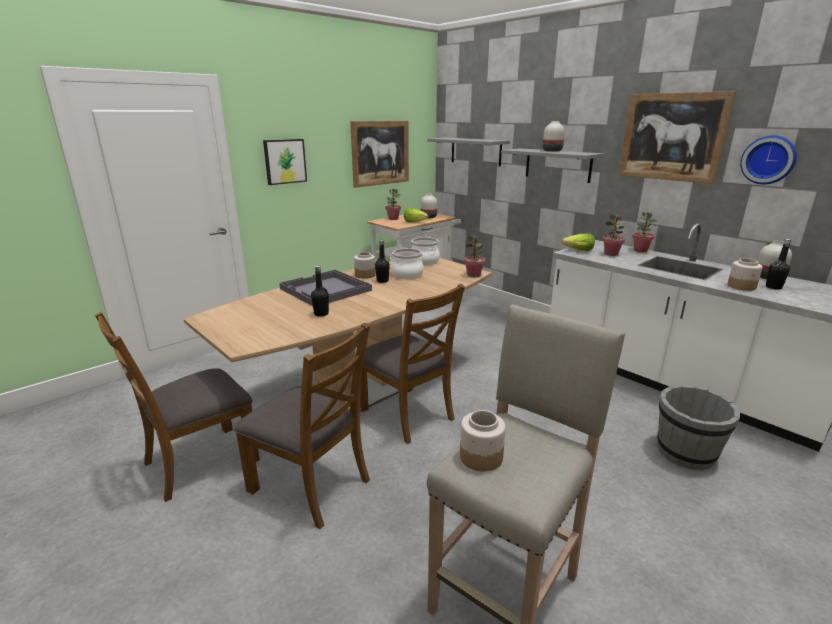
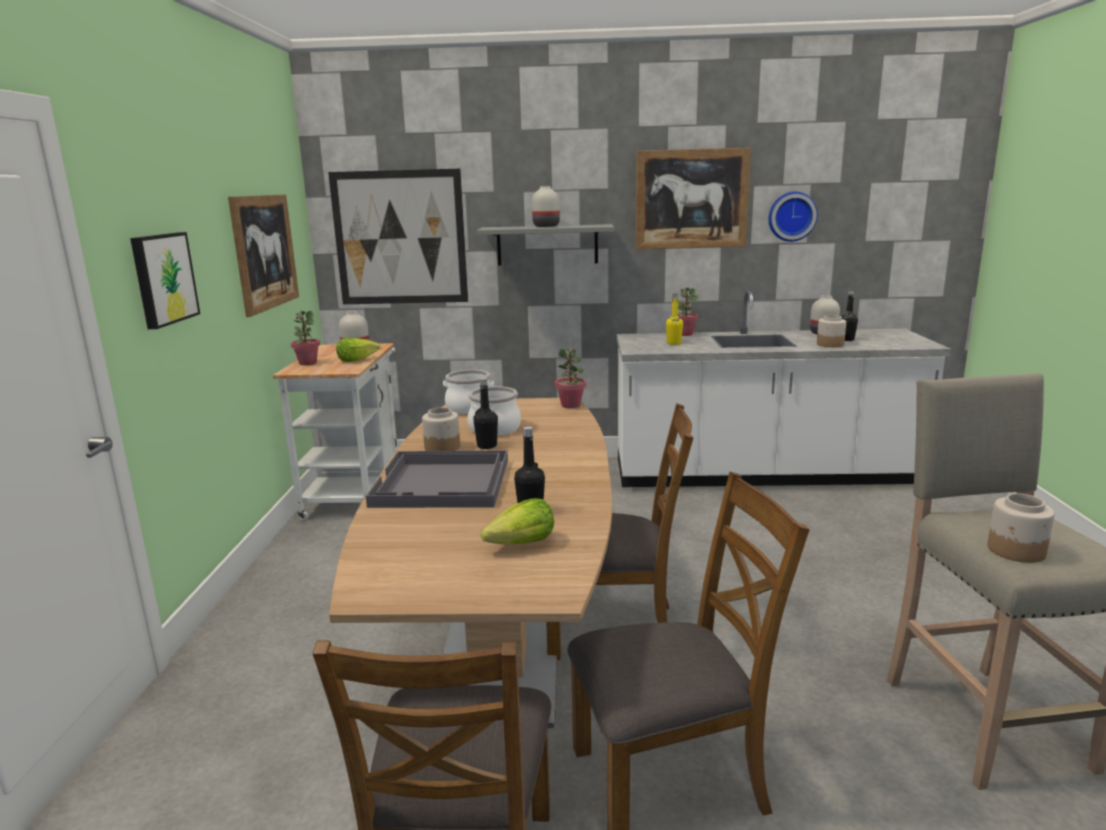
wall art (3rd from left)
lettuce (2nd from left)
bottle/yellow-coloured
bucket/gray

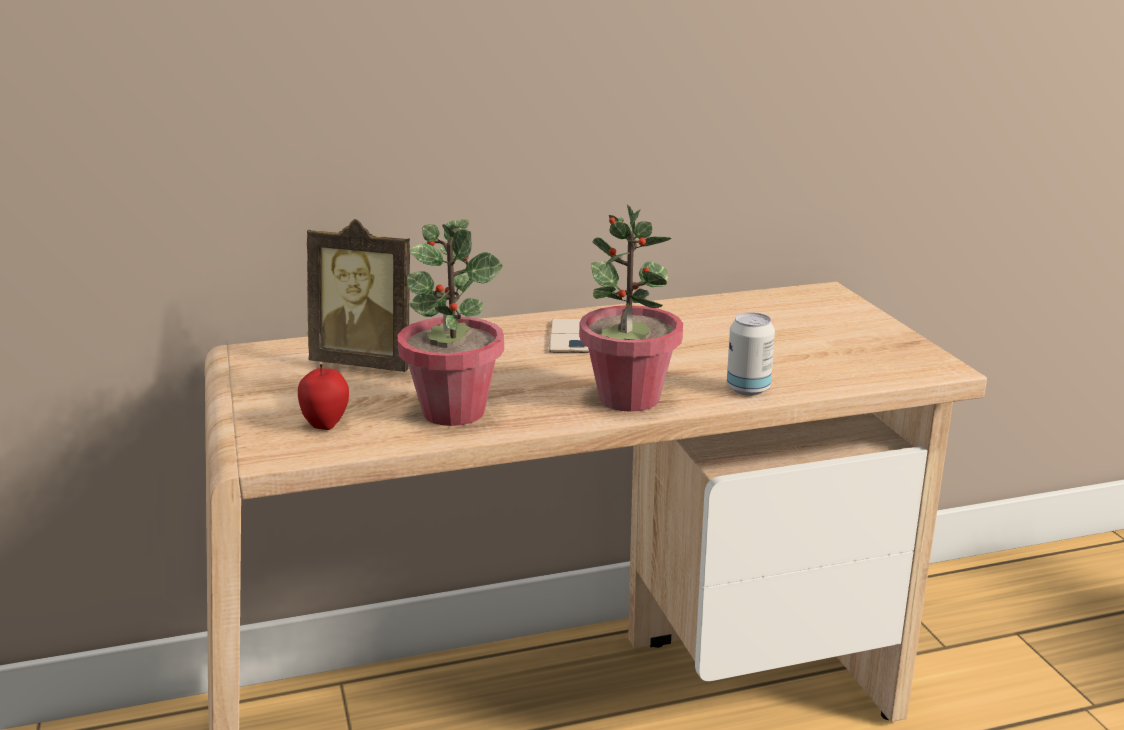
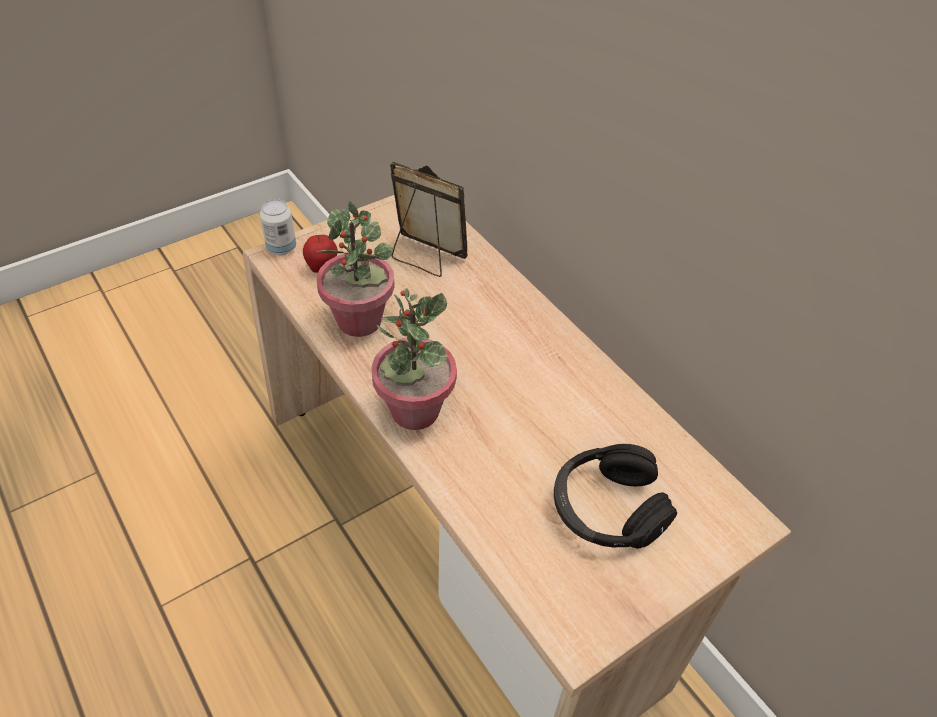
picture frame
telephone
metal can
headphones/black

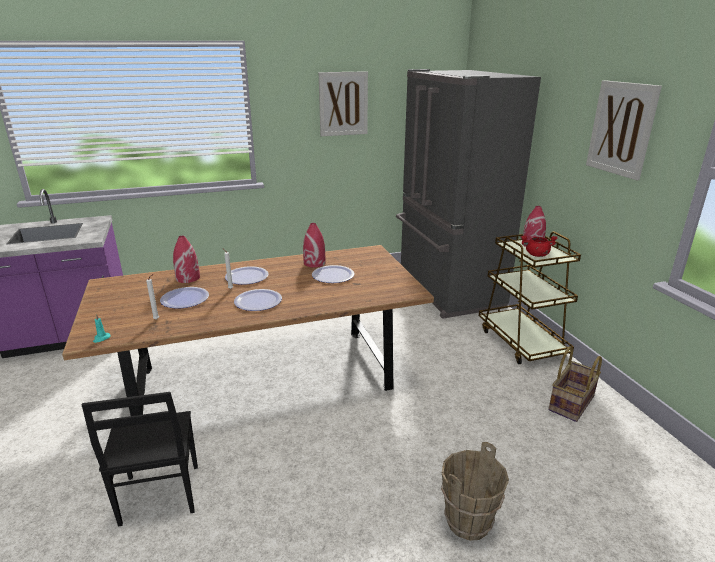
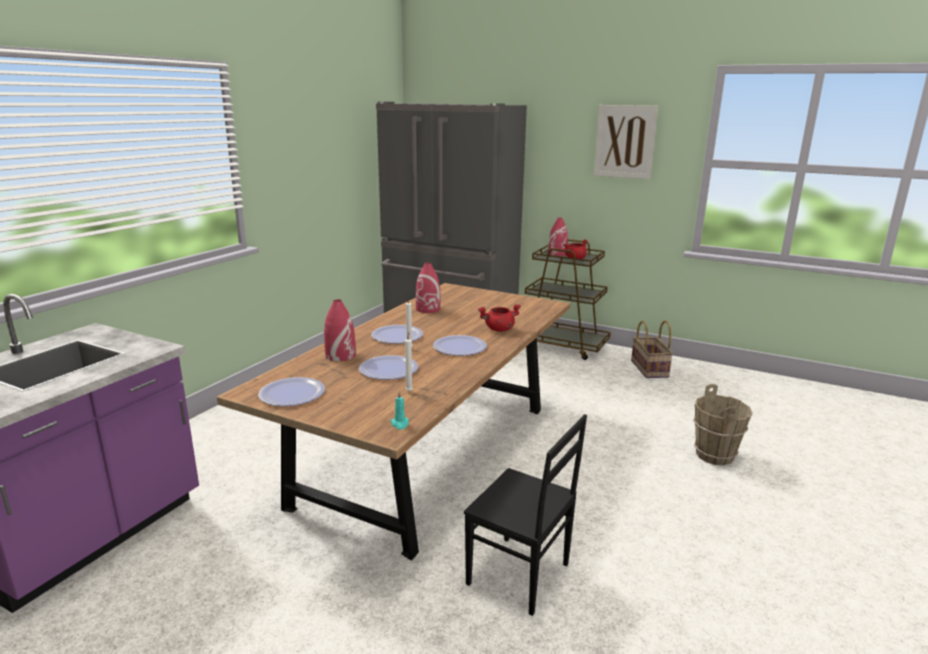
flat dish (1st from left)
wall art (1st from left in the first image)
cooking pot/red-coloured (1st from left)

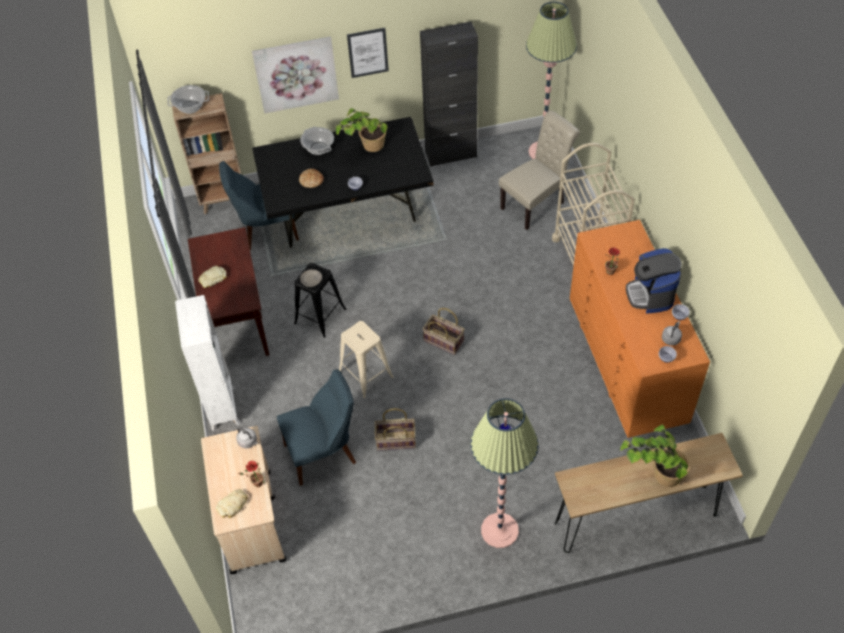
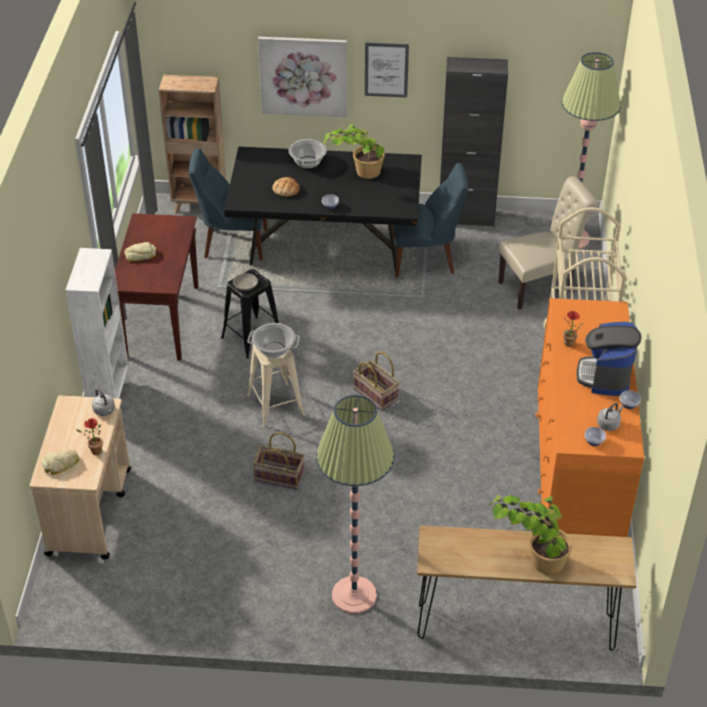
cooking pot (1st from left)
plain chair/blue-coloured (2nd from left)

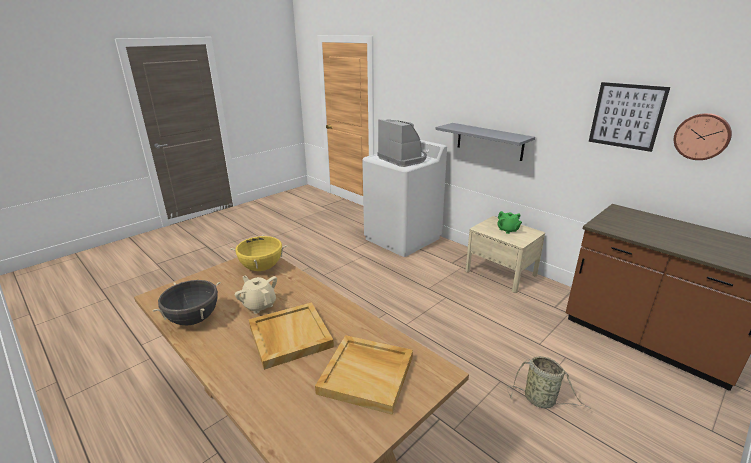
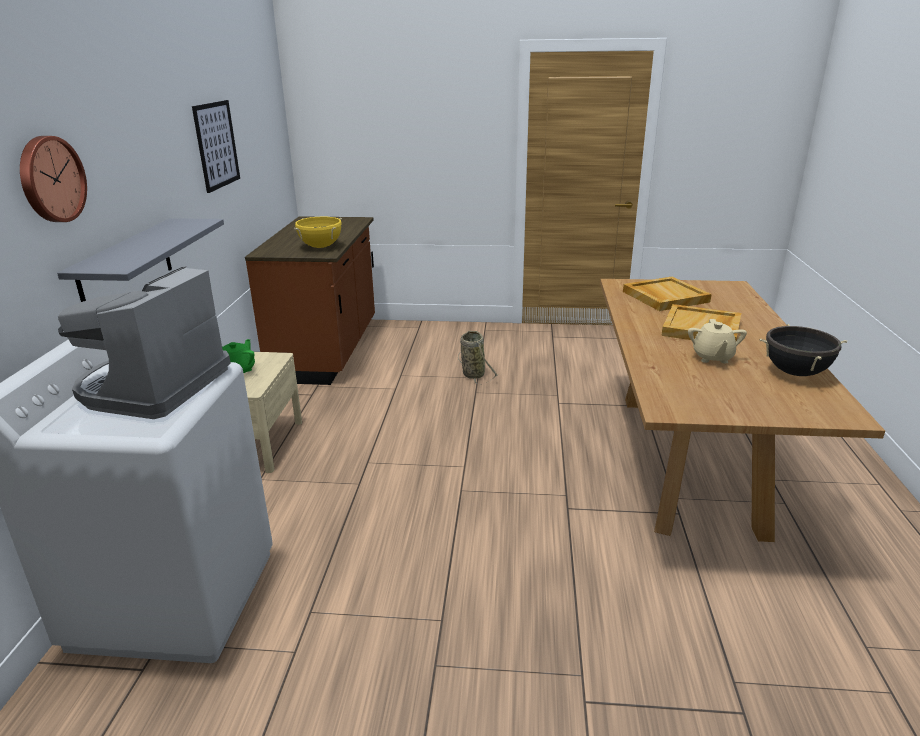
cooking pot/yellow-coloured
clock on the wall

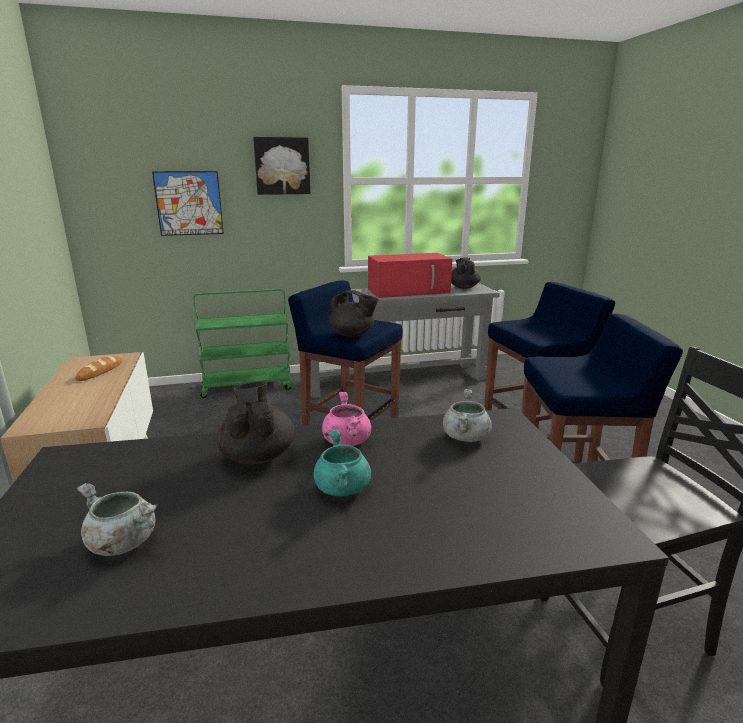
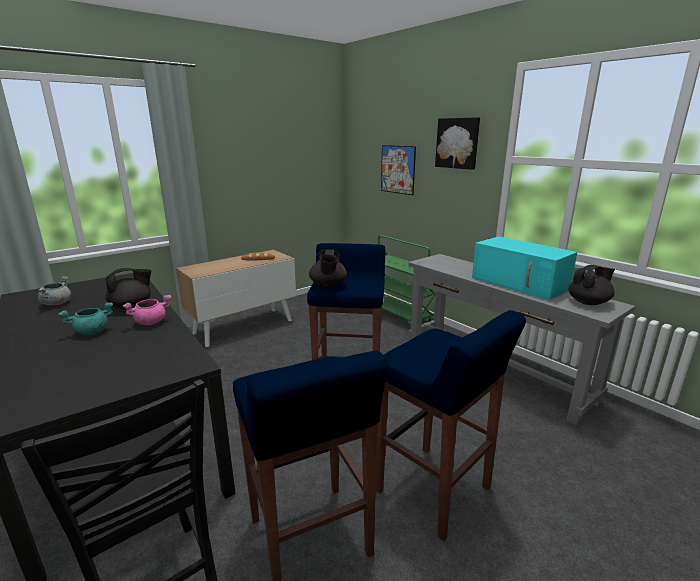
microwave oven/turquoise
cooking pot/gray (2nd from left in the first image)

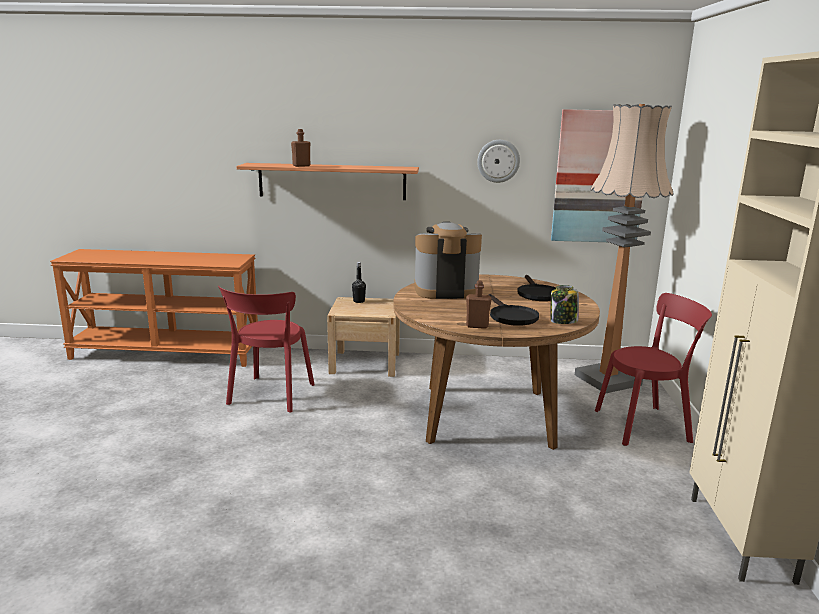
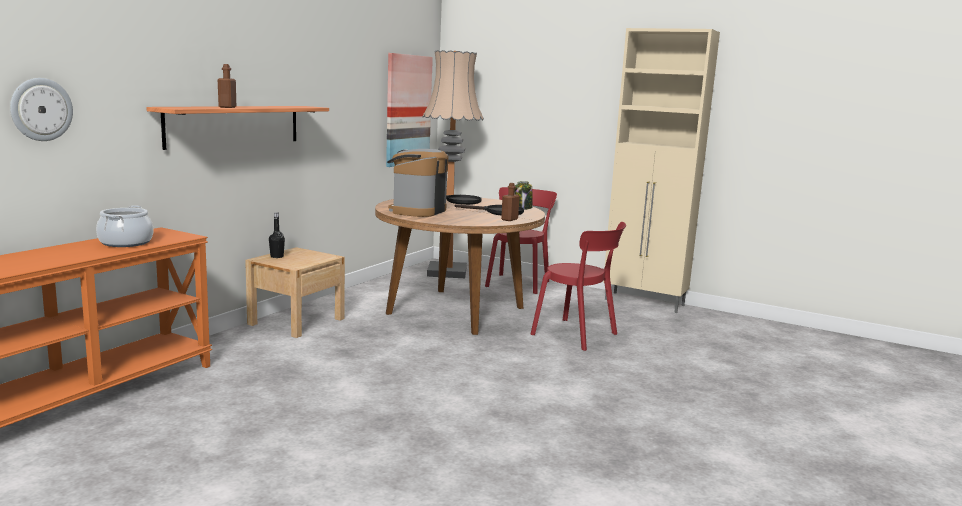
plain chair/red-coloured (2nd from left)
clock on the wall
cooking pot

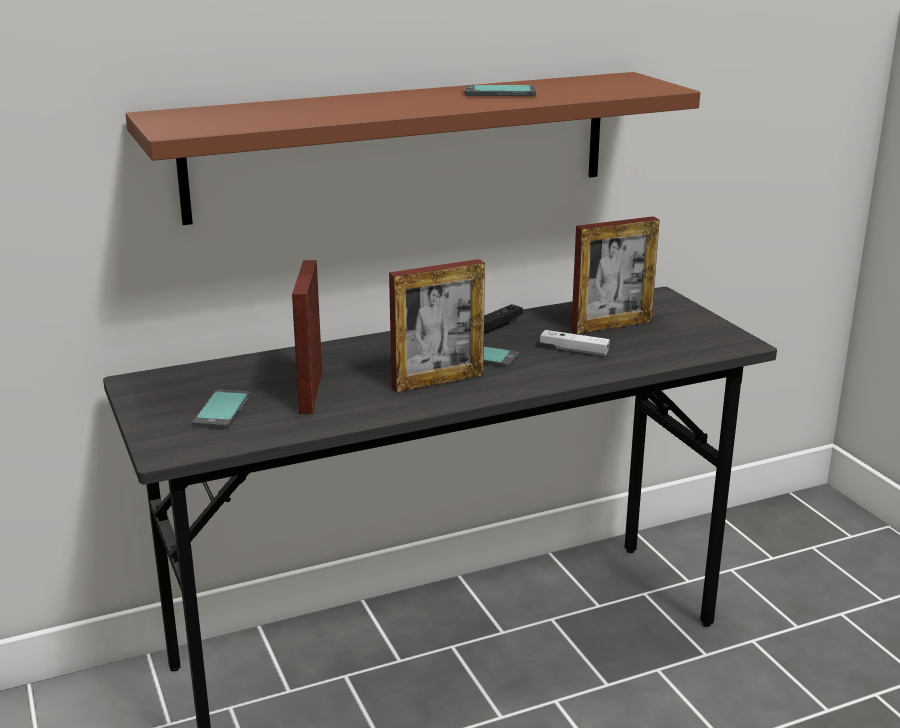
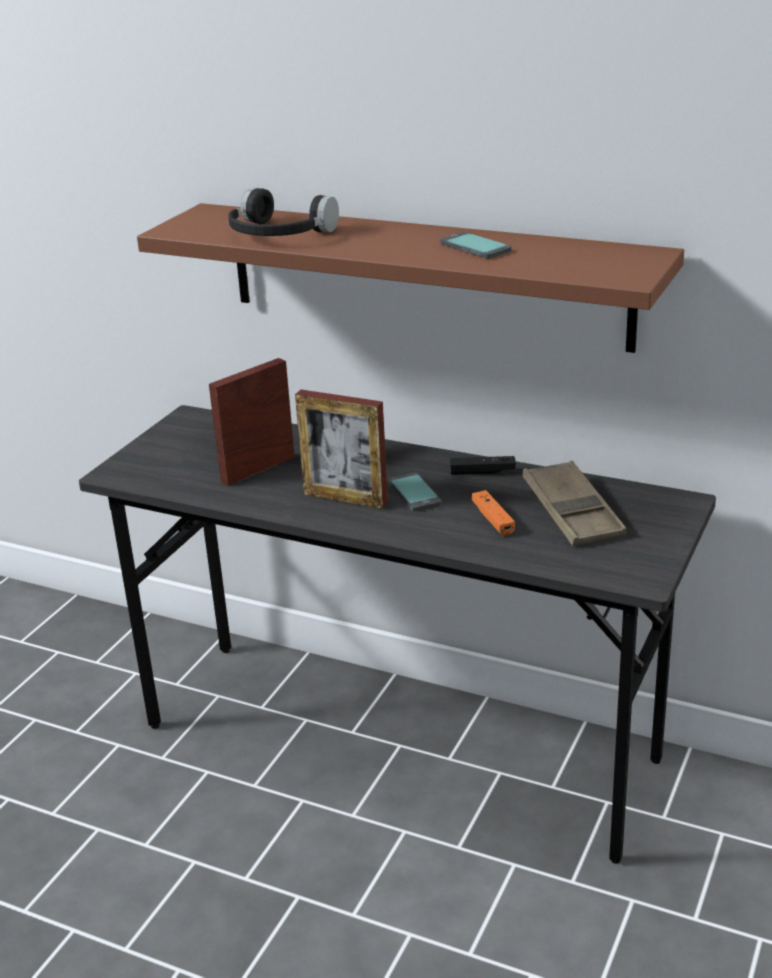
telephone (1st from left in the first image)
game controller/orange-coloured
carrying tray/brown-coloured
headphones/black

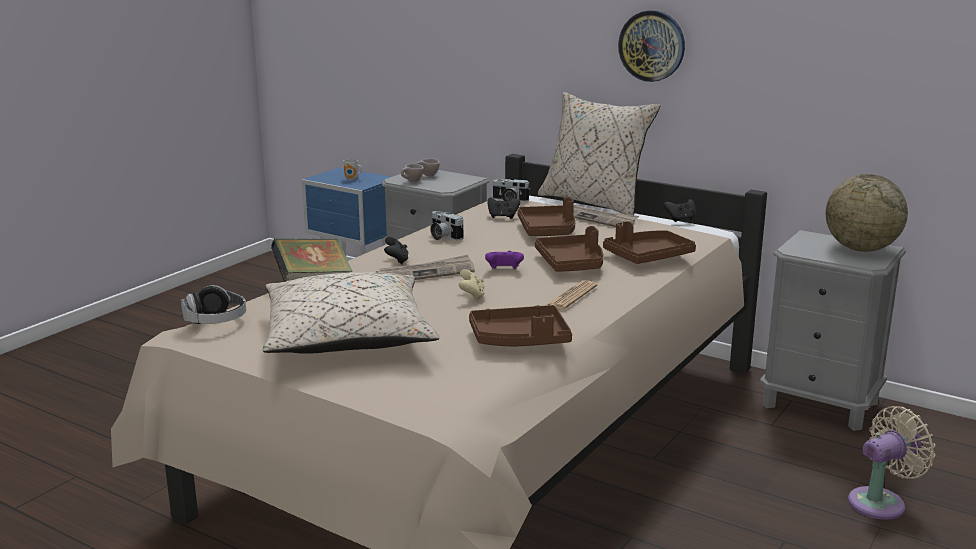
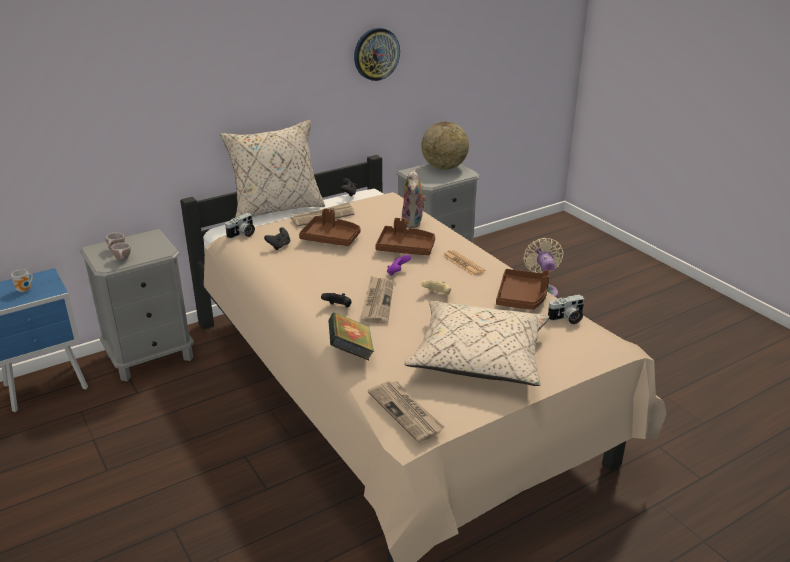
newspaper (3rd from left)
photo camera (2nd from left)
plush toy
clock on the wall

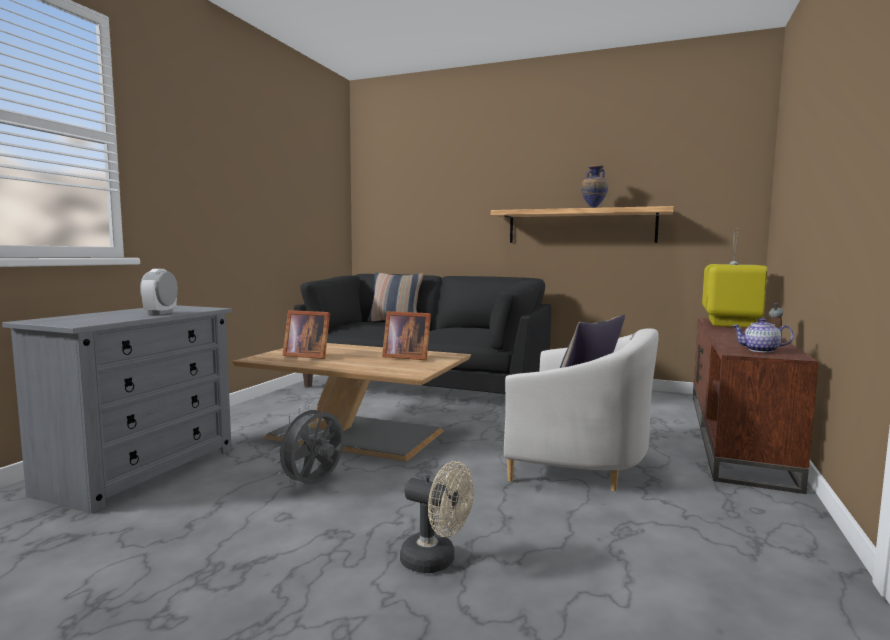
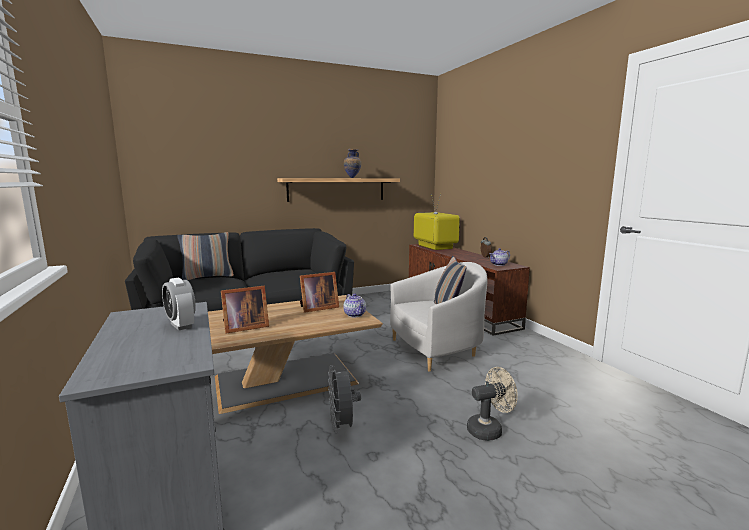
pot for tea (1st from left)

